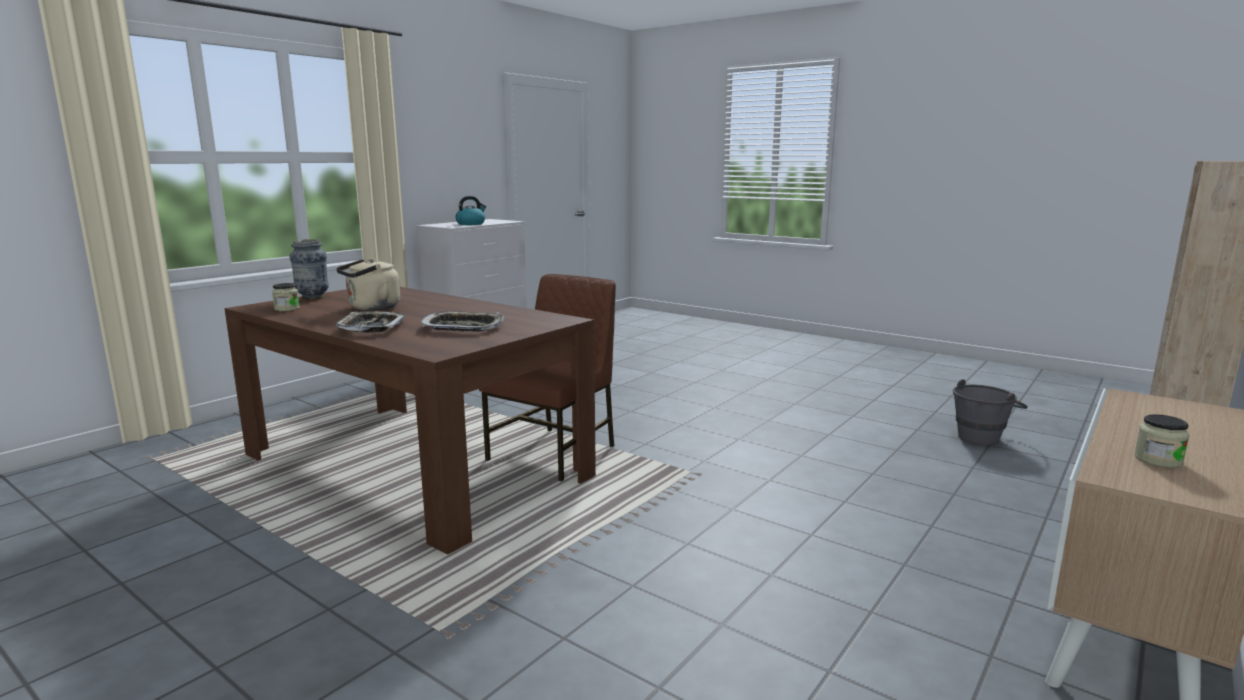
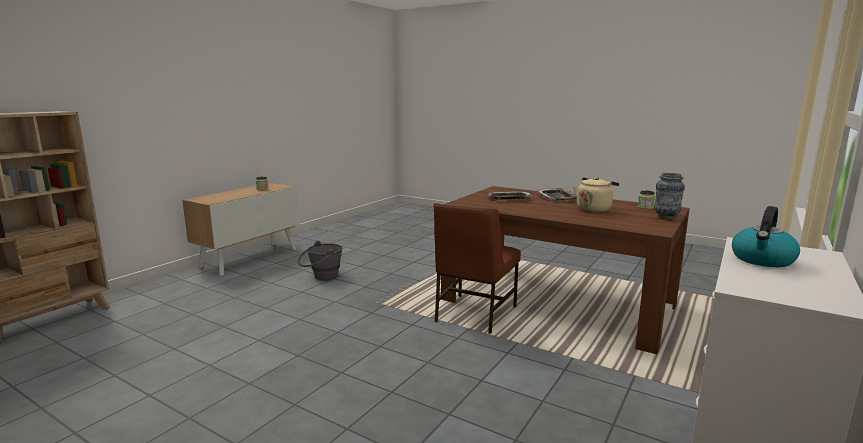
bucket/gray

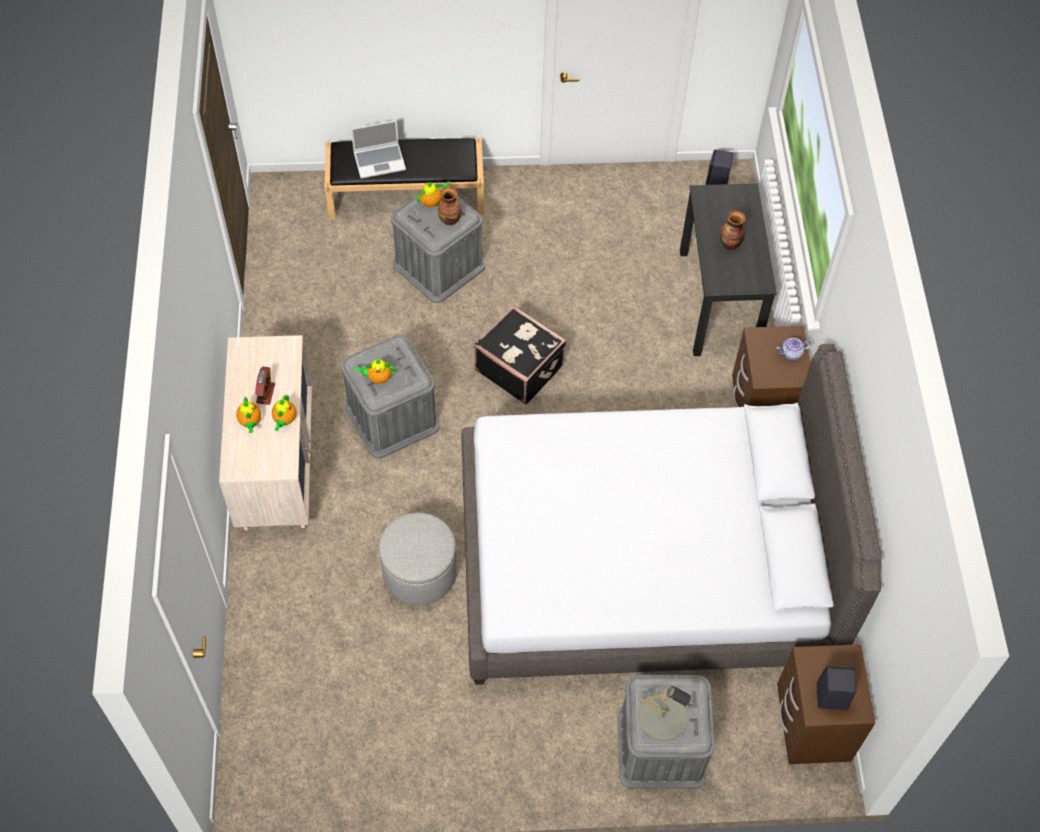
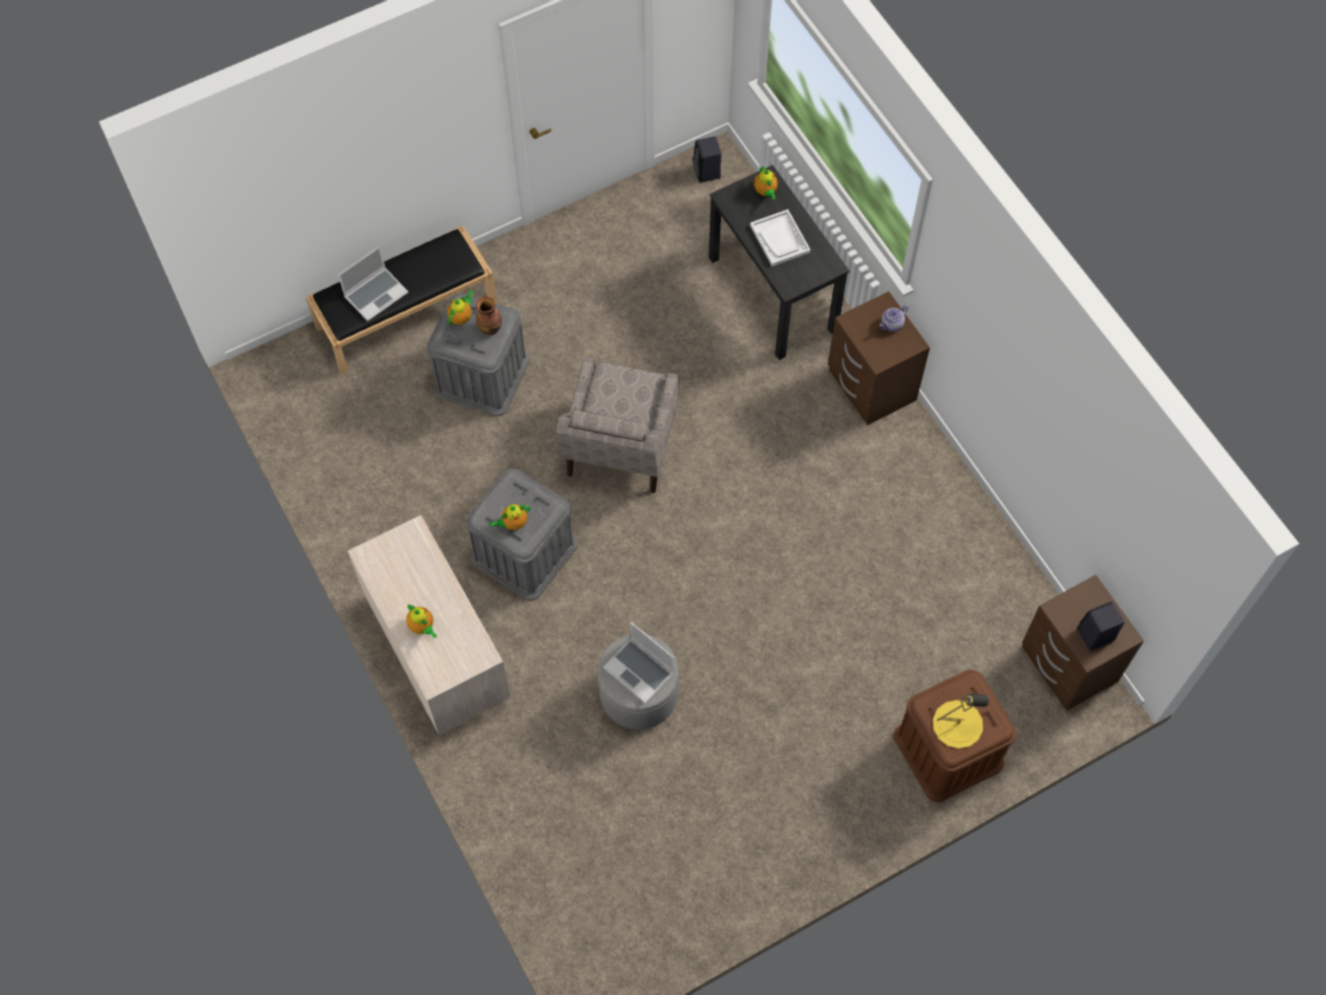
bedside clock
pot for tea (4th from left)
bedroom bed/gray
armchair/sand-coloured
storage bin/brown-coloured
table lamp/yellow-coloured
carrying tray/white
notebook computer (2nd from left)

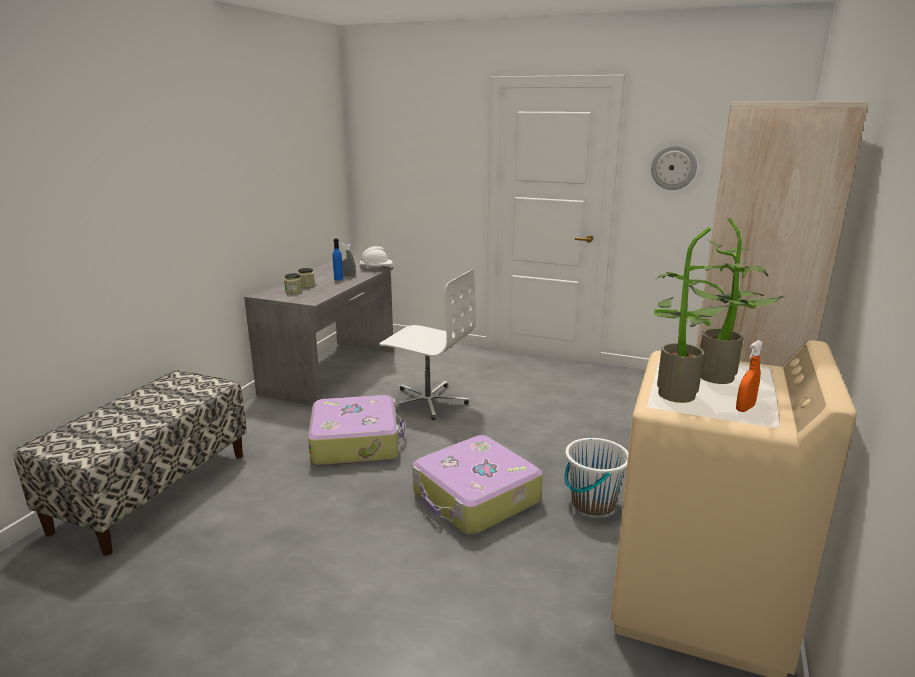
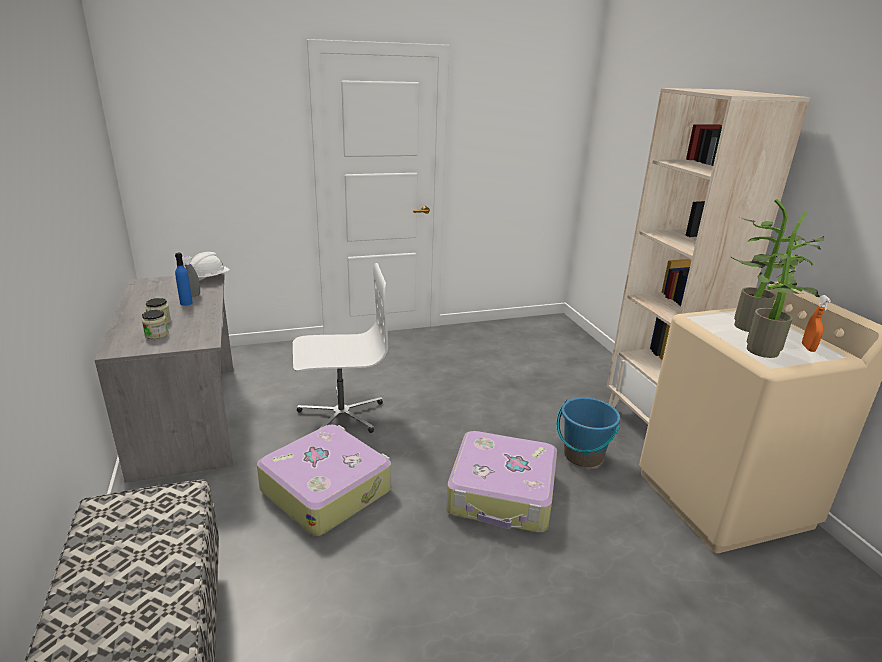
bucket/blue-coloured
clock on the wall

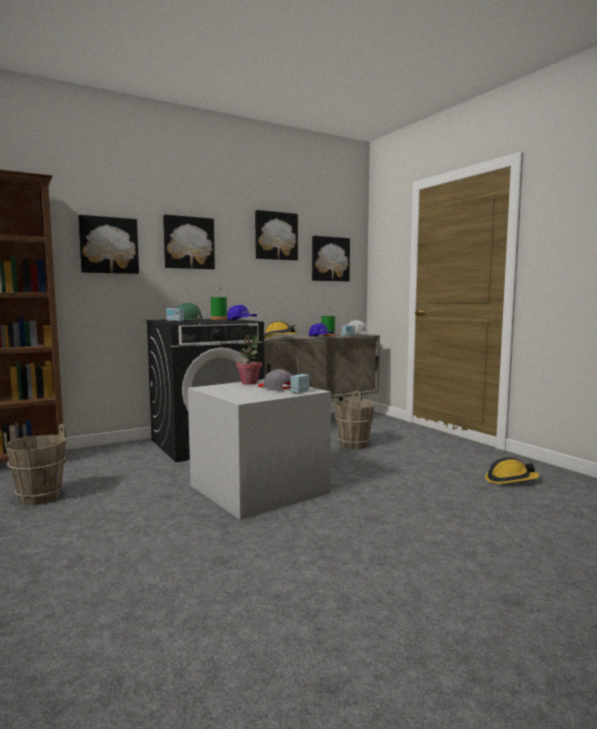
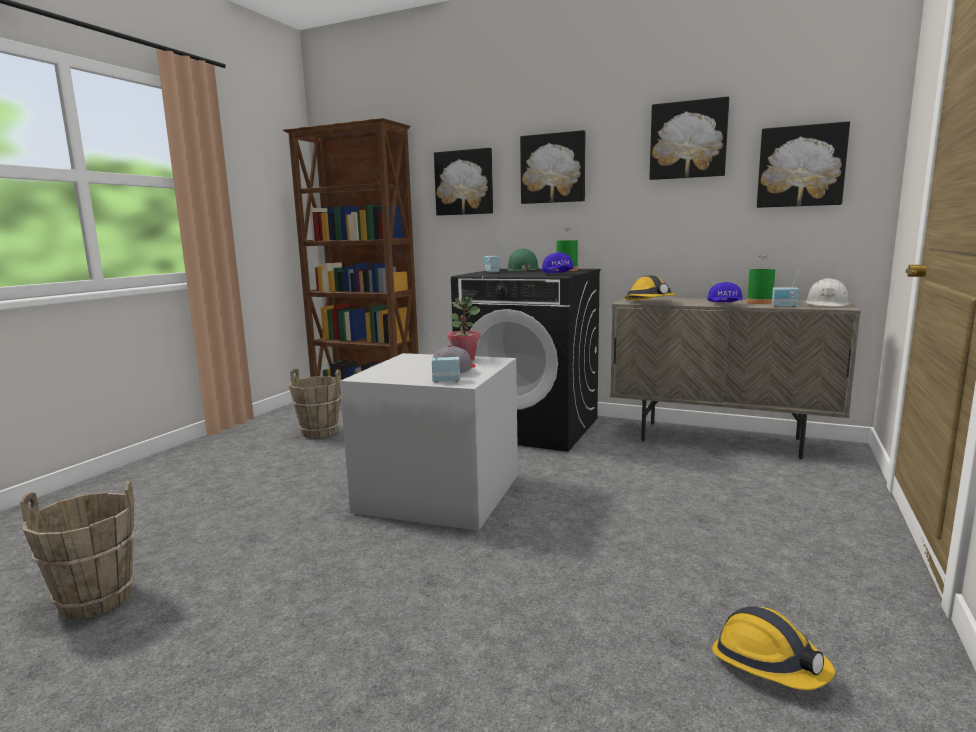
bucket/brown-coloured (1st from left)

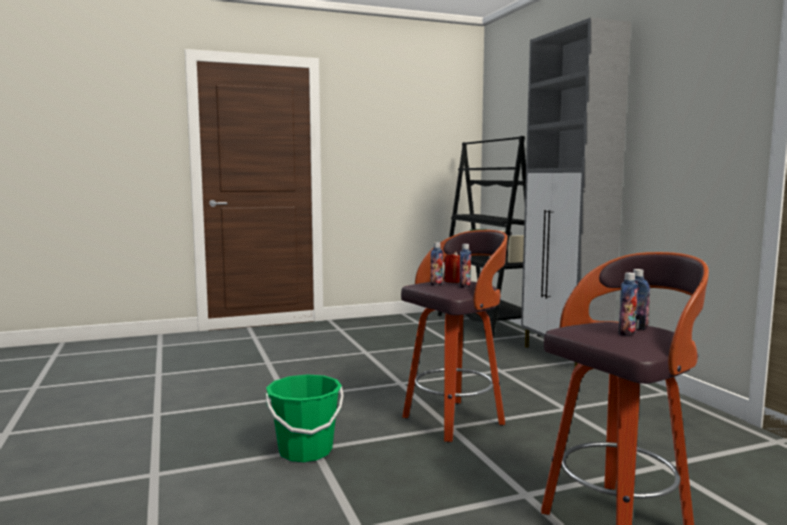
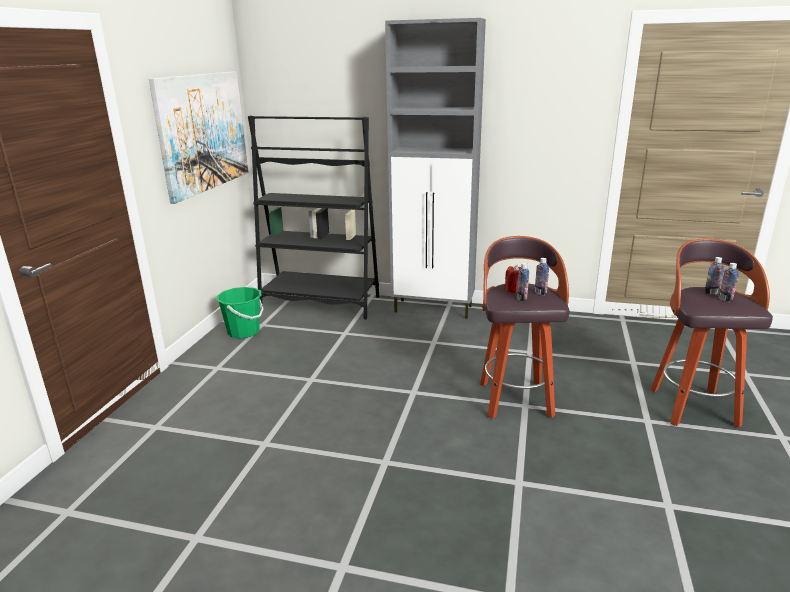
bucket/green-coloured
wall art

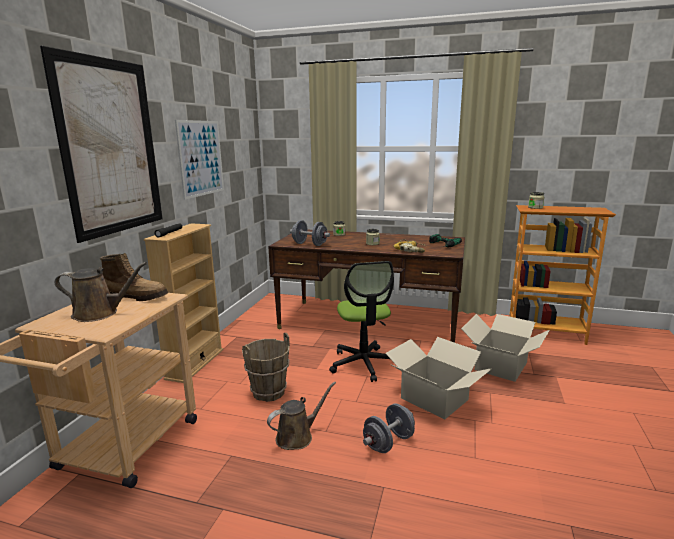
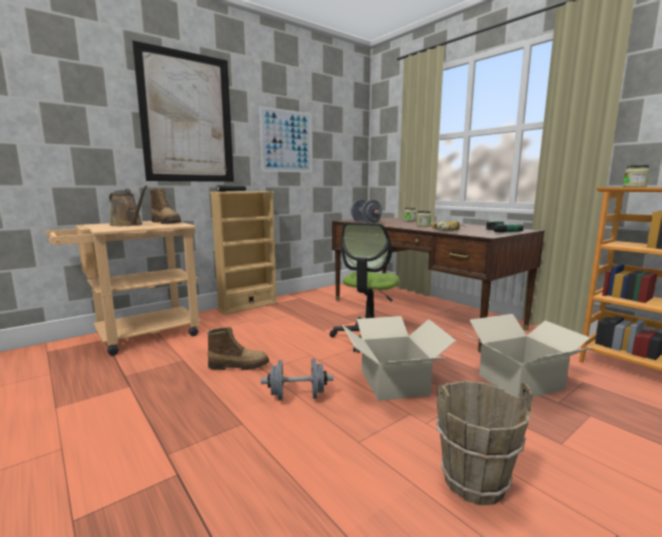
bucket/brown-coloured
boot (2nd from left)

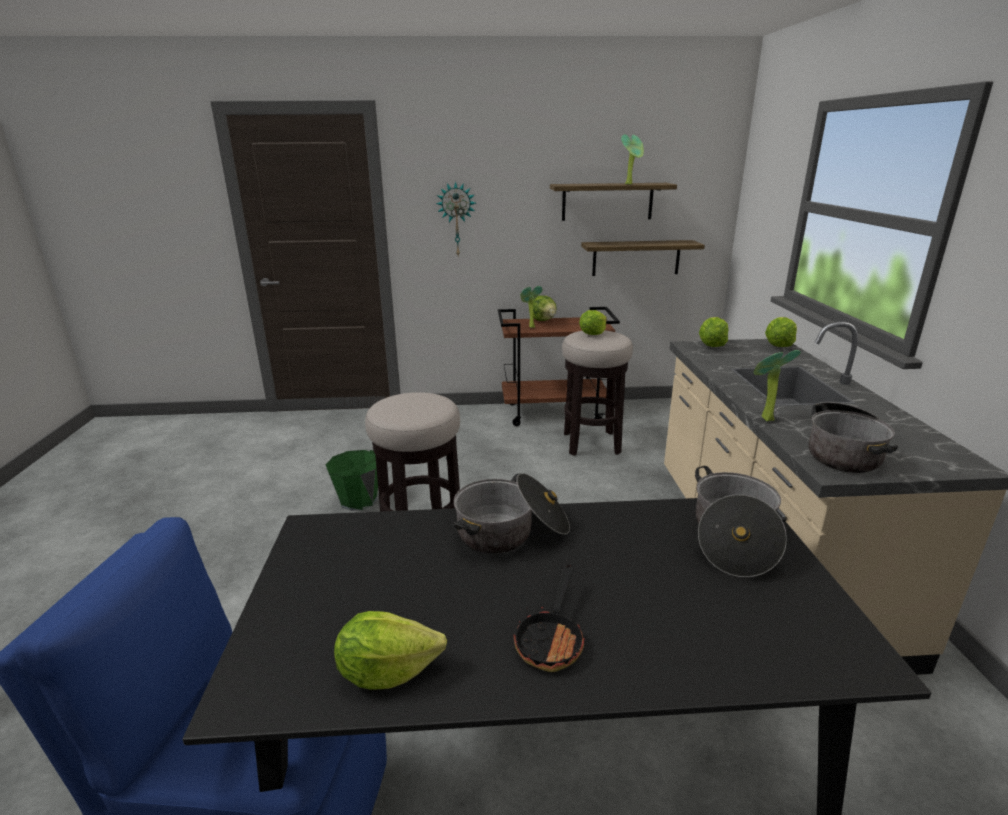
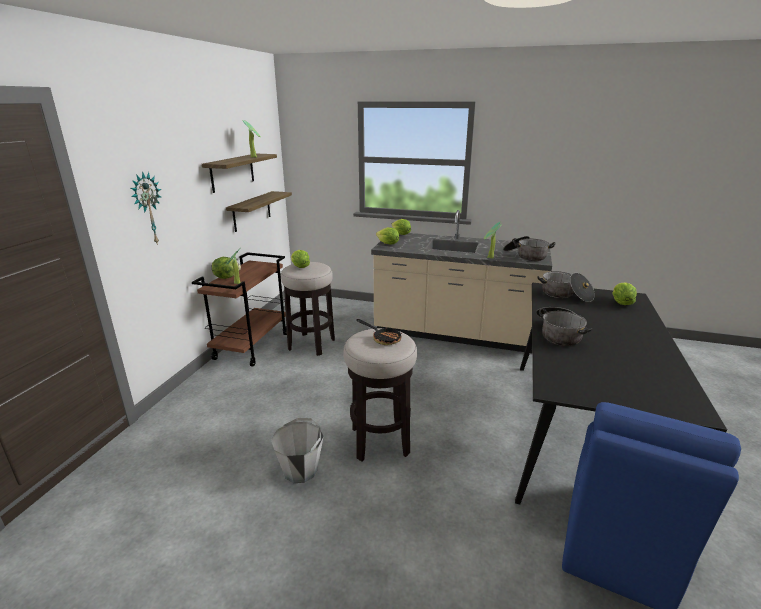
bucket/gray
lettuce (5th from left)
pan

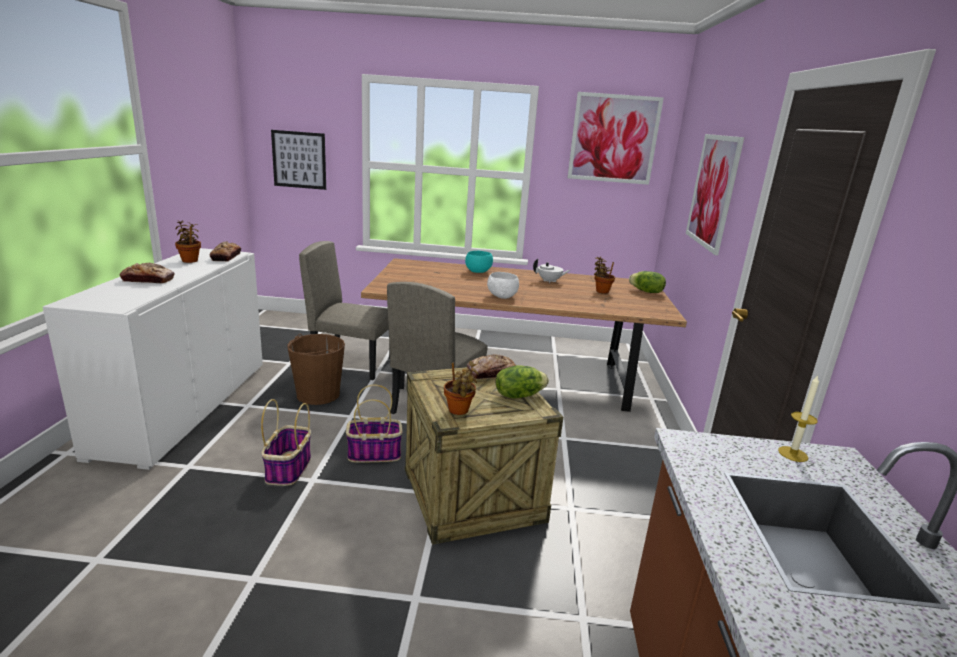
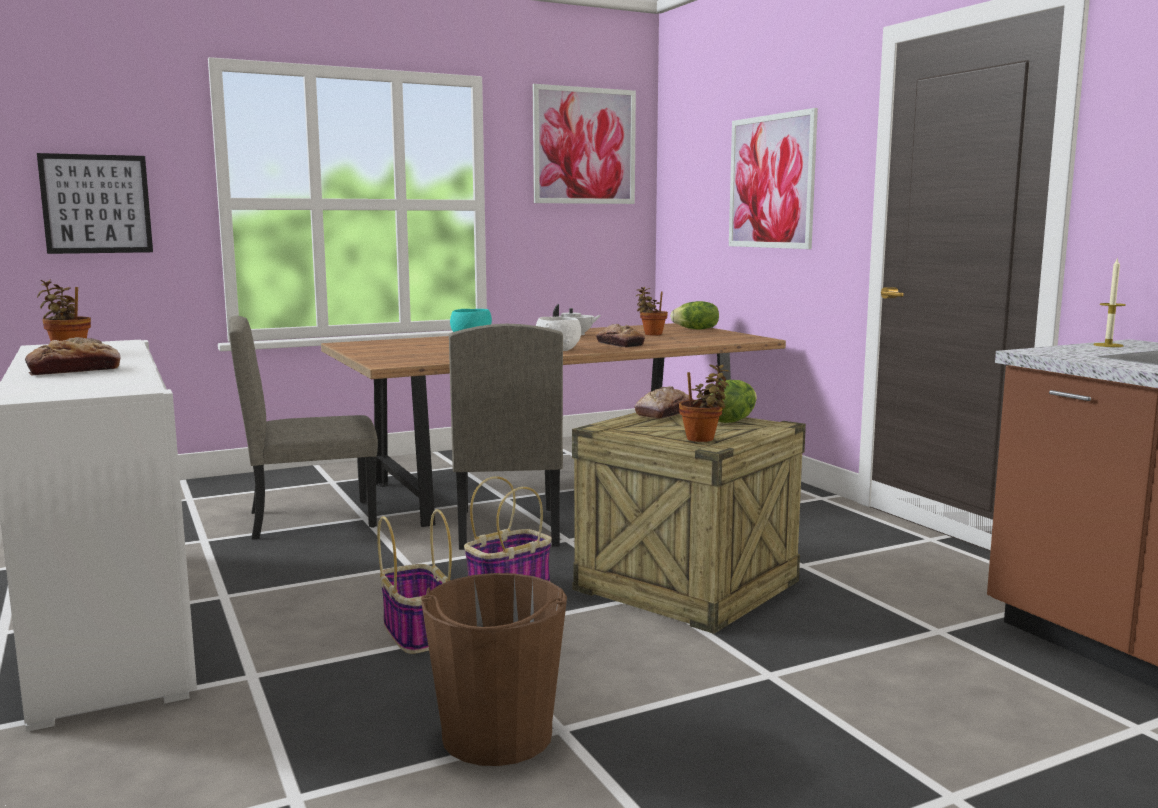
bakery bread (2nd from left)
bucket/brown-coloured

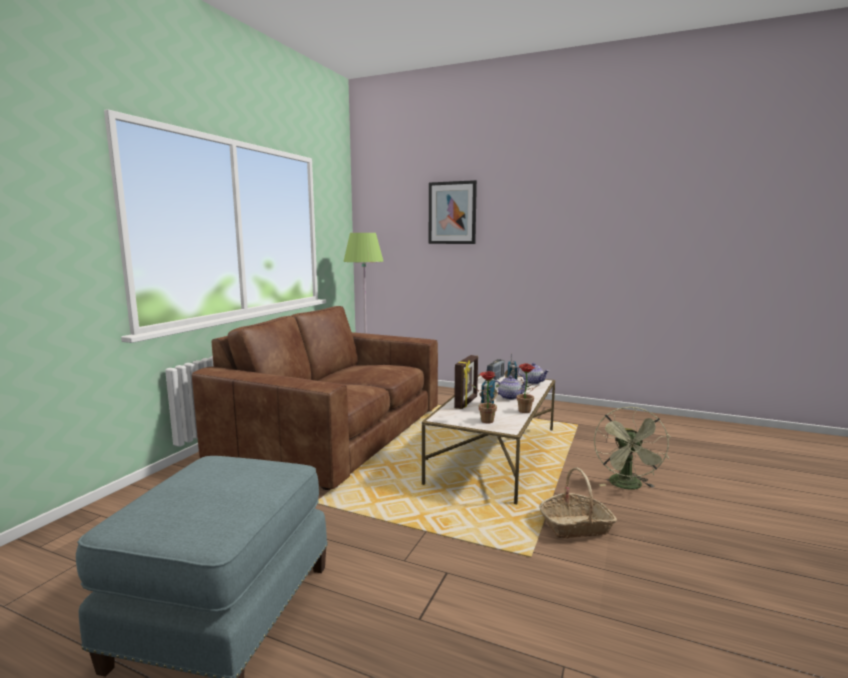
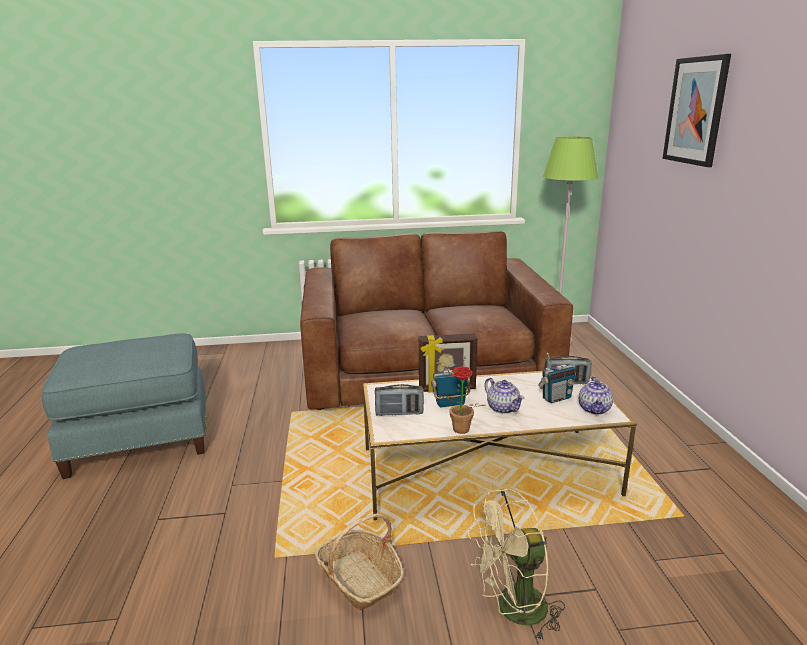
radio (1st from left)
electric fan/sand-coloured

